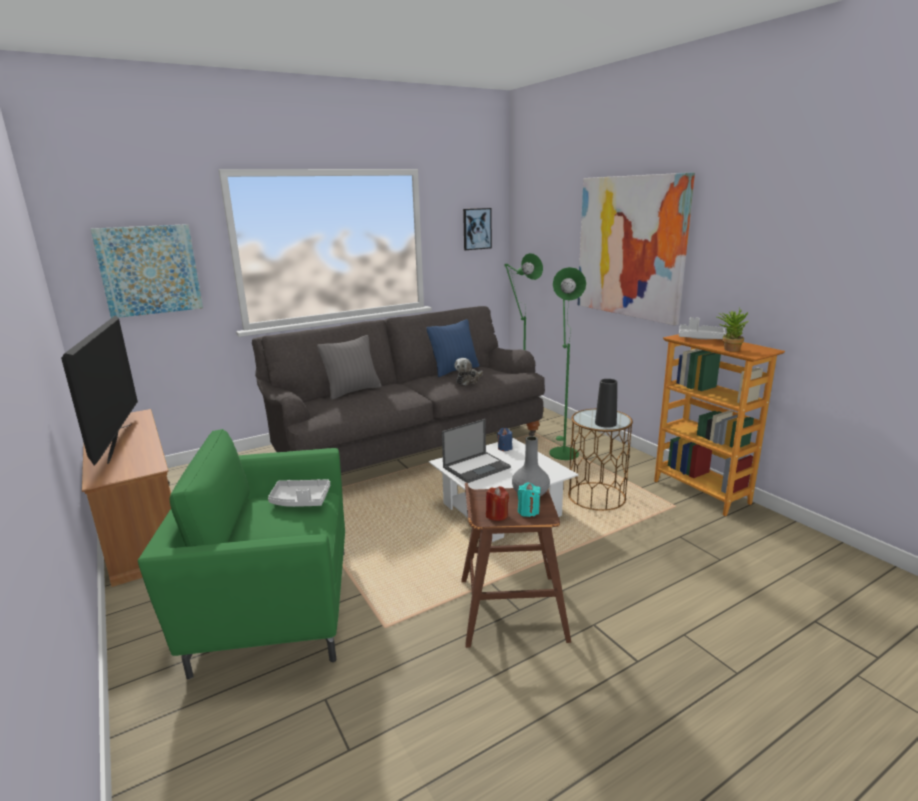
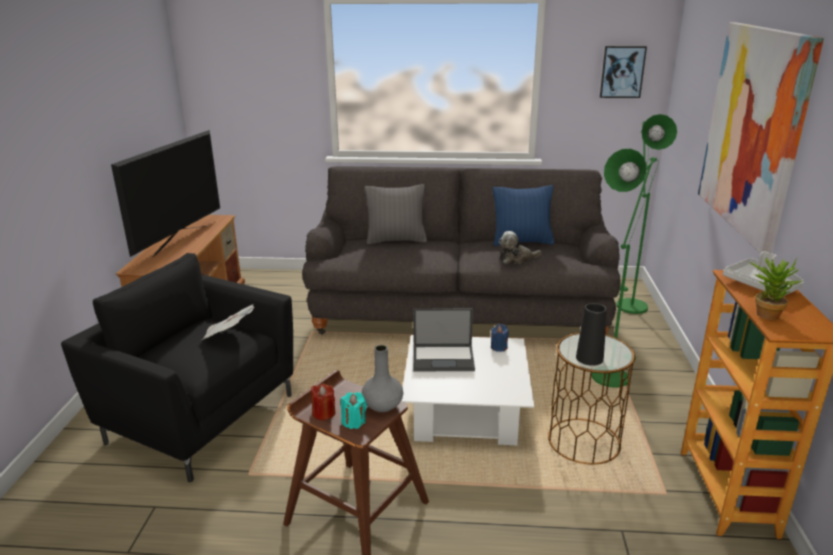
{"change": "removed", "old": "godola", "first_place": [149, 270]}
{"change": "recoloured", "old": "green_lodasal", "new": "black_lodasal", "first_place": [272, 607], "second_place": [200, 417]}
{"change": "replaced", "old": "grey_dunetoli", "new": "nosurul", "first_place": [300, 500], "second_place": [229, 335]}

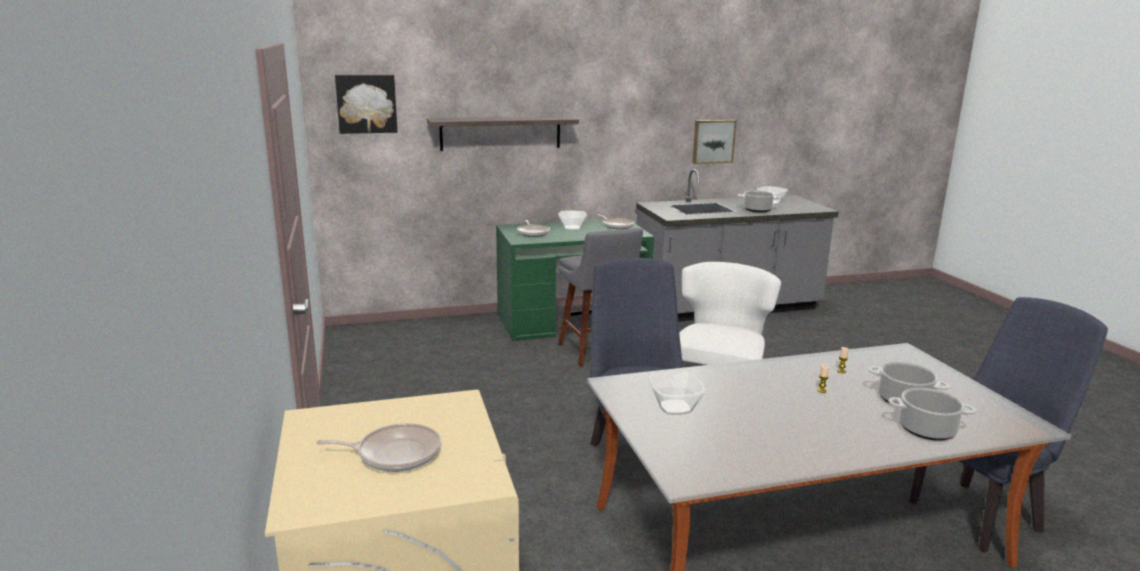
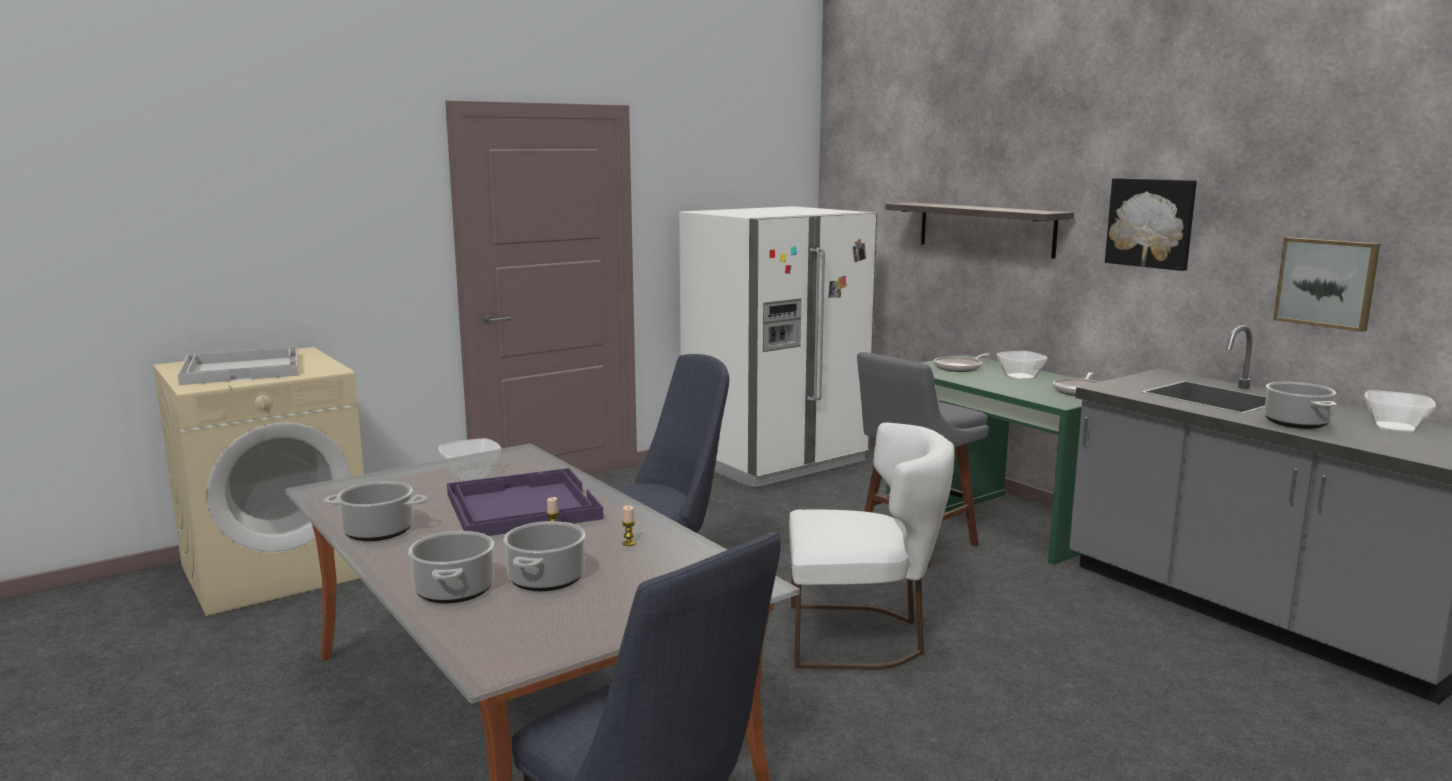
{"change": "replaced", "old": "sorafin", "new": "white_dunetoli", "first_place": [395, 454], "second_place": [243, 369]}
{"change": "moved", "old": "godola", "first_place": [366, 104], "second_place": [1151, 223]}
{"change": "added", "new": "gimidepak", "second_place": [379, 531]}
{"change": "added", "new": "purple_dunetoli", "second_place": [521, 506]}
{"change": "added", "new": "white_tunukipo", "second_place": [774, 460]}

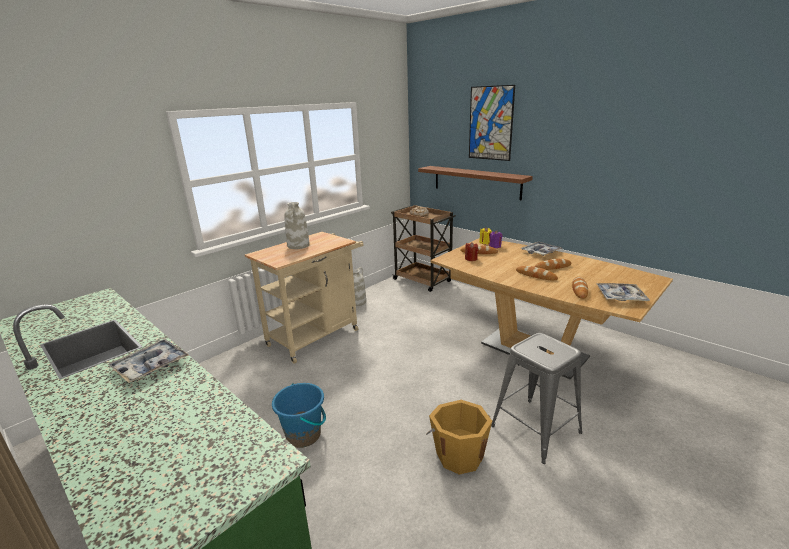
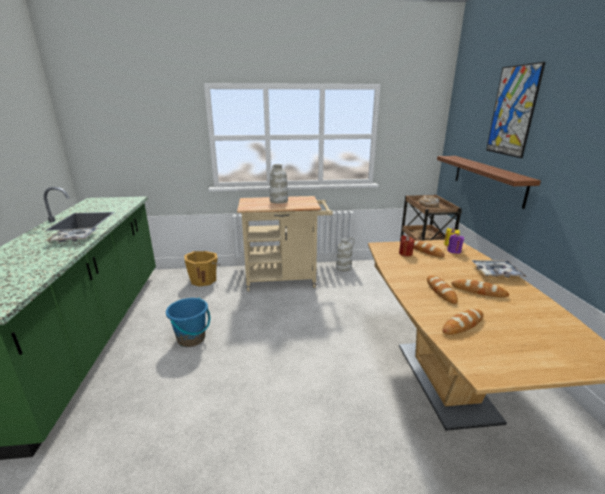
{"change": "moved", "old": "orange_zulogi", "first_place": [459, 455], "second_place": [204, 280]}
{"change": "removed", "old": "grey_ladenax", "first_place": [536, 429]}
{"change": "removed", "old": "dunetoli", "first_place": [620, 296]}

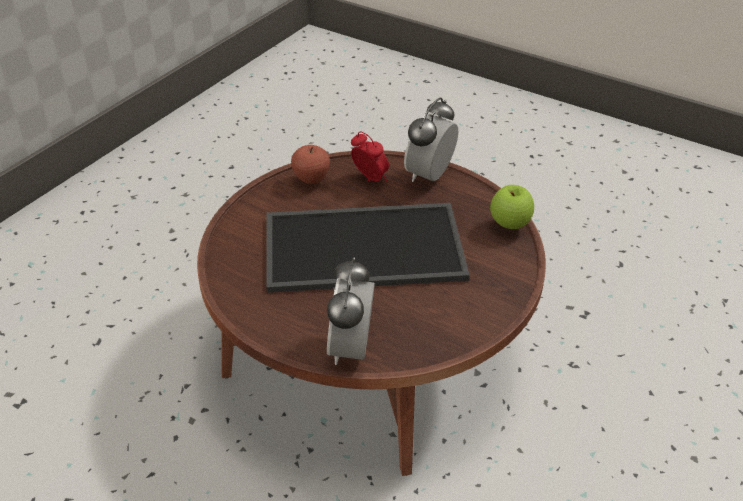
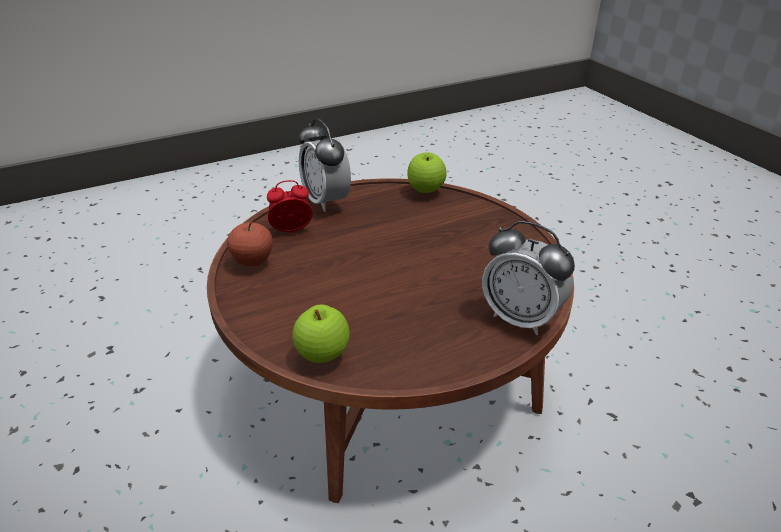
{"change": "removed", "old": "dunetoli", "first_place": [365, 245]}
{"change": "added", "new": "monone", "second_place": [322, 354]}

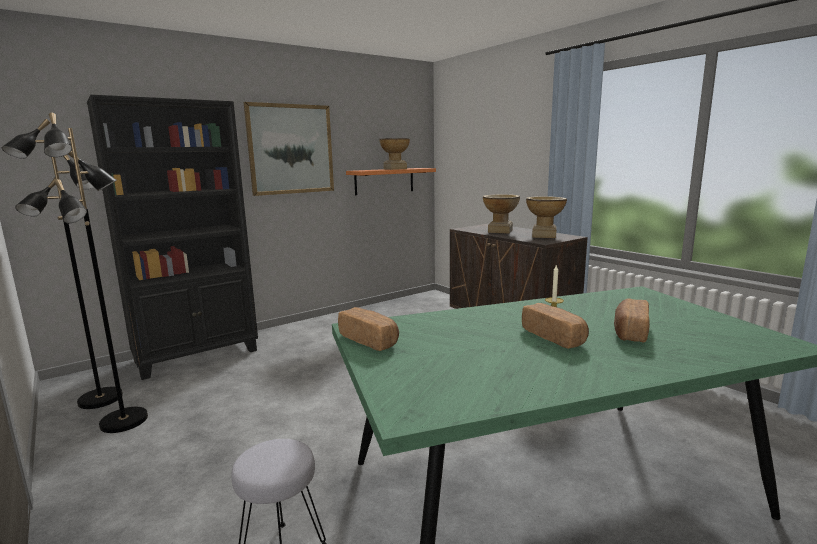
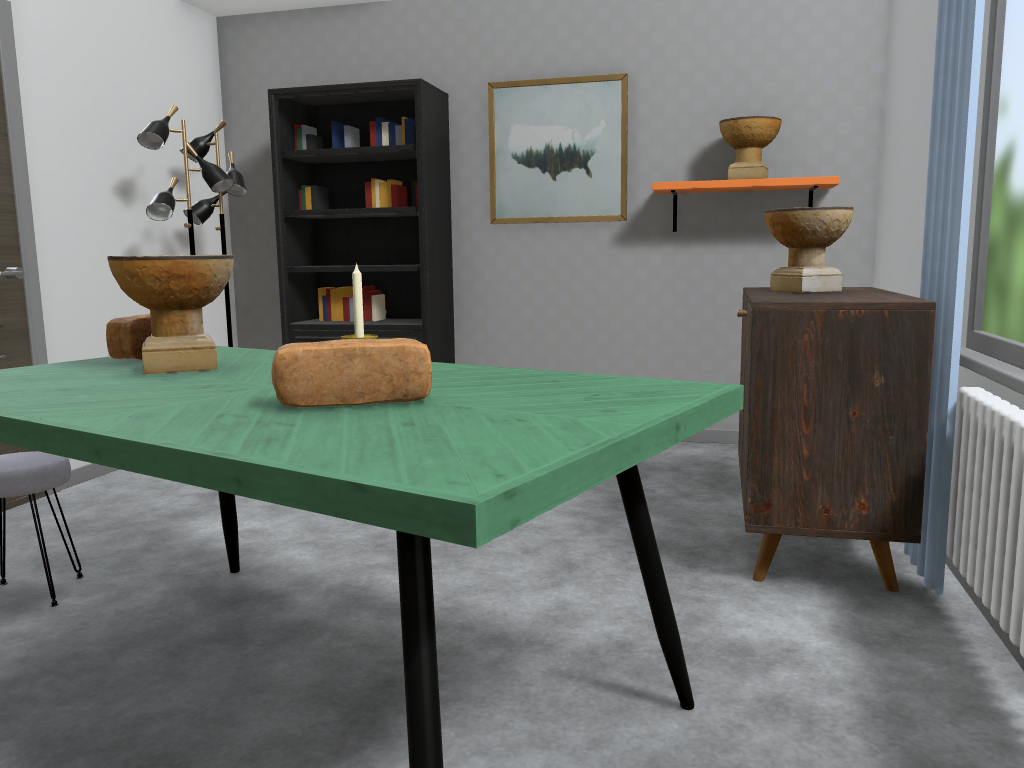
{"change": "removed", "old": "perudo", "first_place": [554, 337]}
{"change": "moved", "old": "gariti", "first_place": [544, 235], "second_place": [181, 367]}

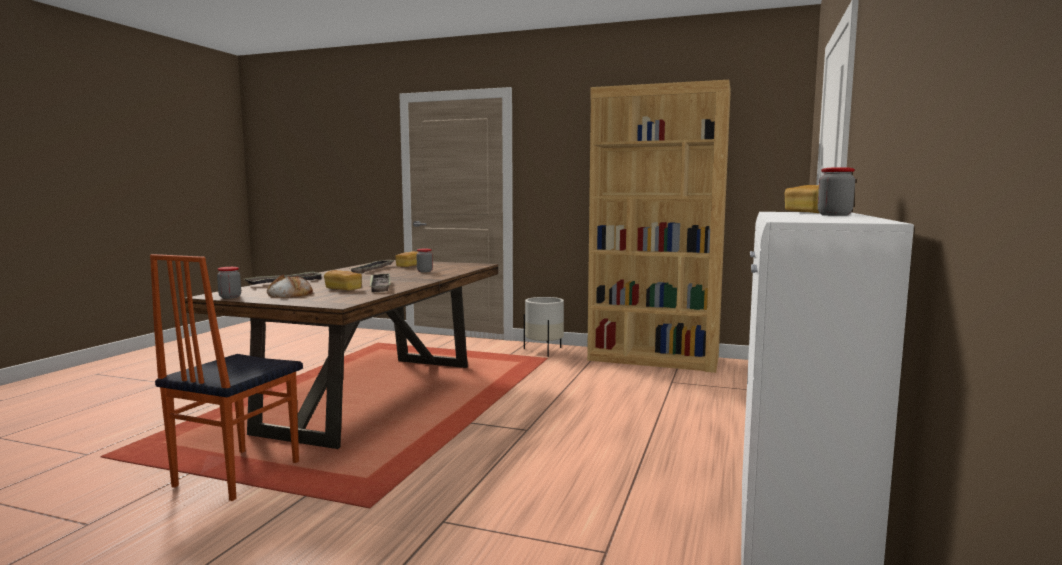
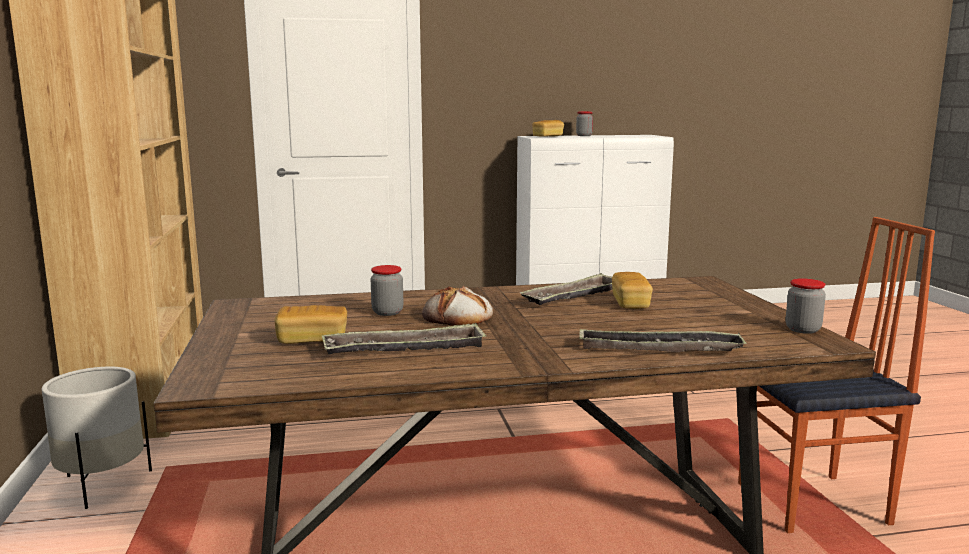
{"change": "moved", "old": "perudo", "first_place": [289, 294], "second_place": [458, 317]}

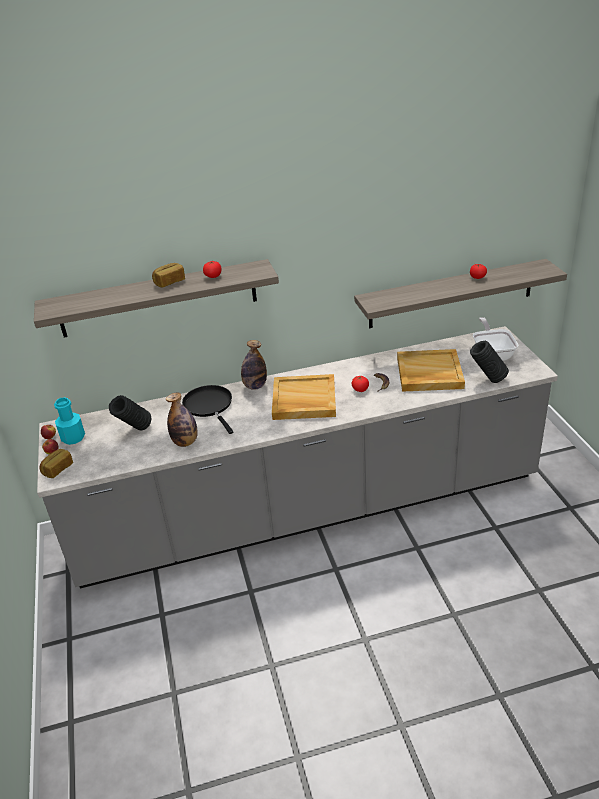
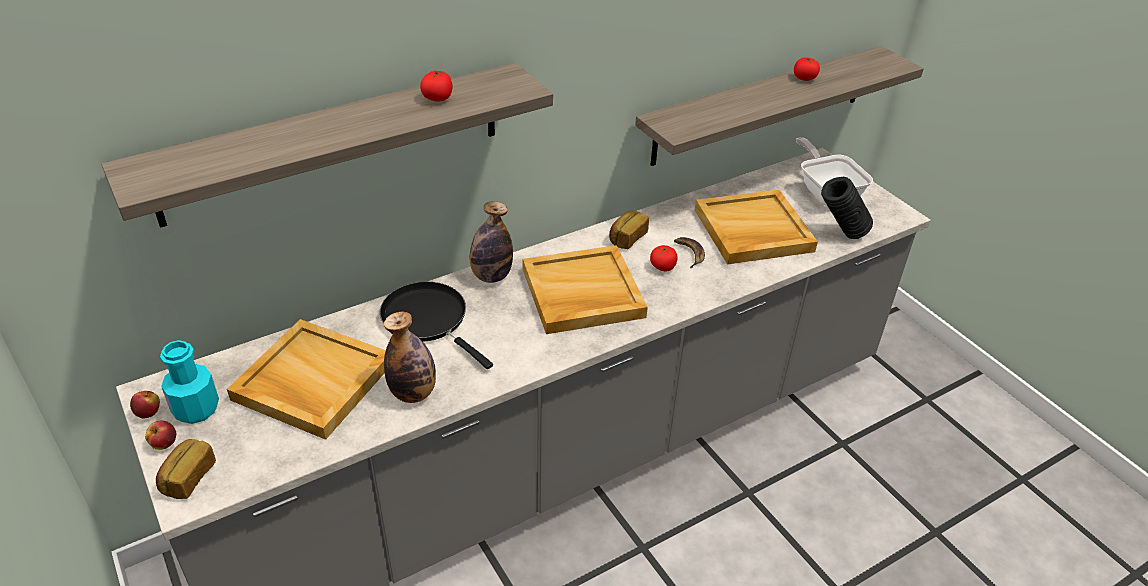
{"change": "replaced", "old": "black_gariti", "new": "beige_dunetoli", "first_place": [135, 431], "second_place": [311, 382]}
{"change": "moved", "old": "perudo", "first_place": [169, 282], "second_place": [627, 238]}

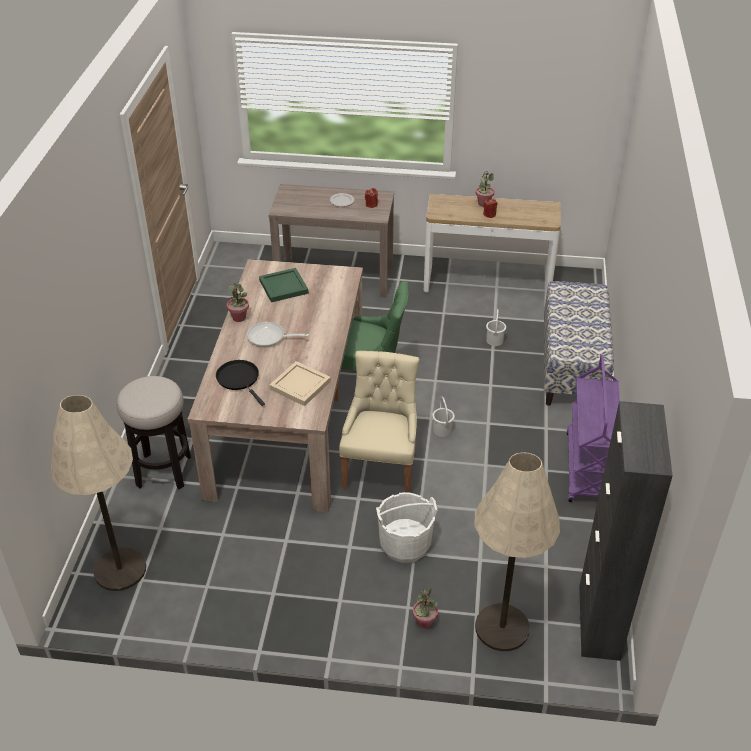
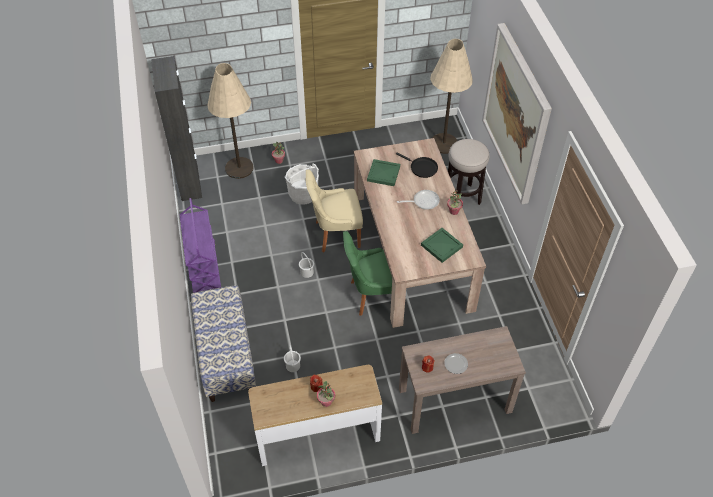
{"change": "recoloured", "old": "beige_dunetoli", "new": "green_dunetoli", "first_place": [299, 385], "second_place": [384, 173]}
{"change": "turned", "old": "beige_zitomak", "first_place": [381, 469], "second_place": [335, 234], "degrees": 90}
{"change": "added", "new": "godola", "second_place": [516, 114]}

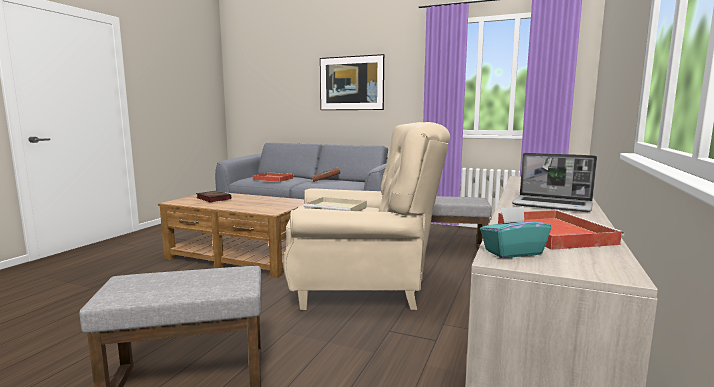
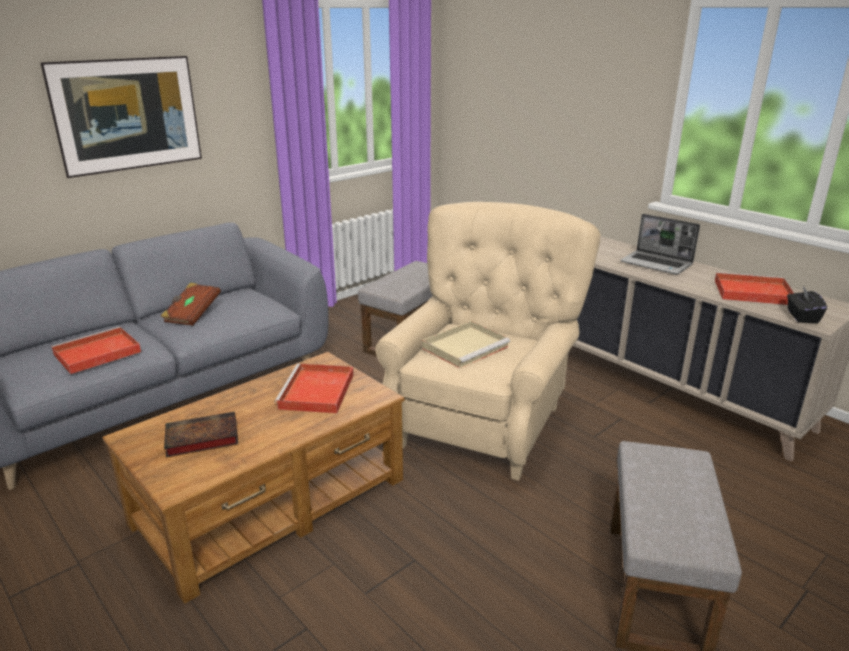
{"change": "recoloured", "old": "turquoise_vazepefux", "new": "black_vazepefux", "first_place": [512, 252], "second_place": [802, 317]}
{"change": "turned", "old": "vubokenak", "first_place": [553, 205], "second_place": [657, 264], "degrees": 75}
{"change": "added", "new": "red_dunetoli", "second_place": [317, 392]}

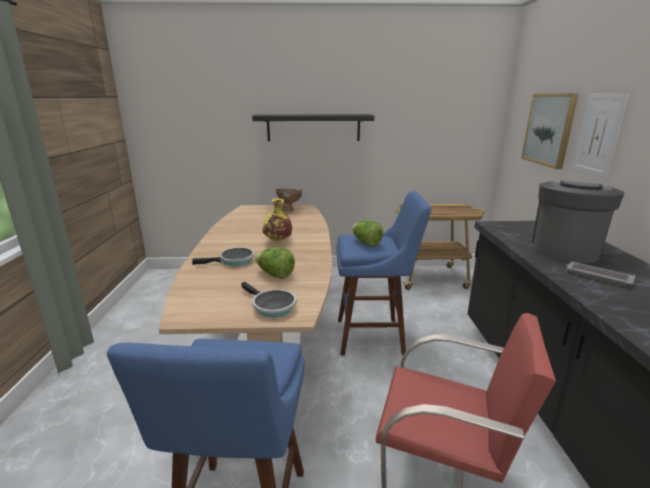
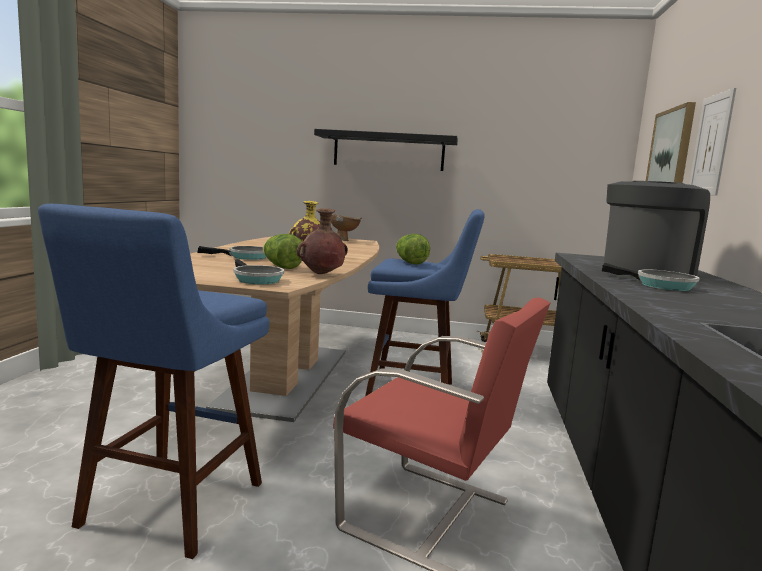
{"change": "replaced", "old": "grey_dunetoli", "new": "sorafin", "first_place": [597, 276], "second_place": [659, 285]}
{"change": "added", "new": "brown_gariti", "second_place": [321, 274]}

